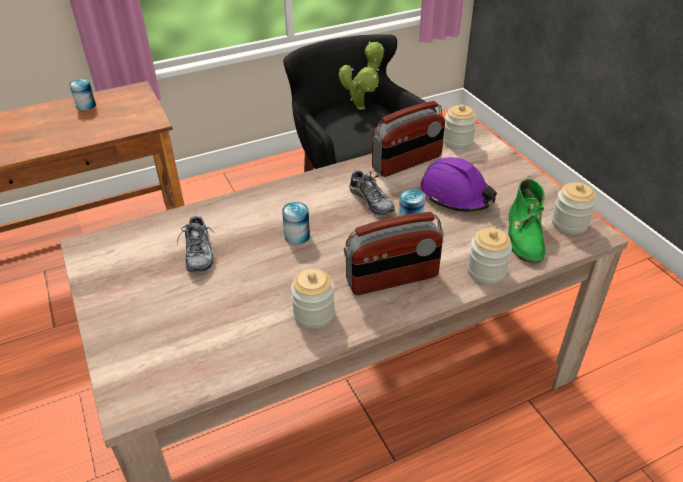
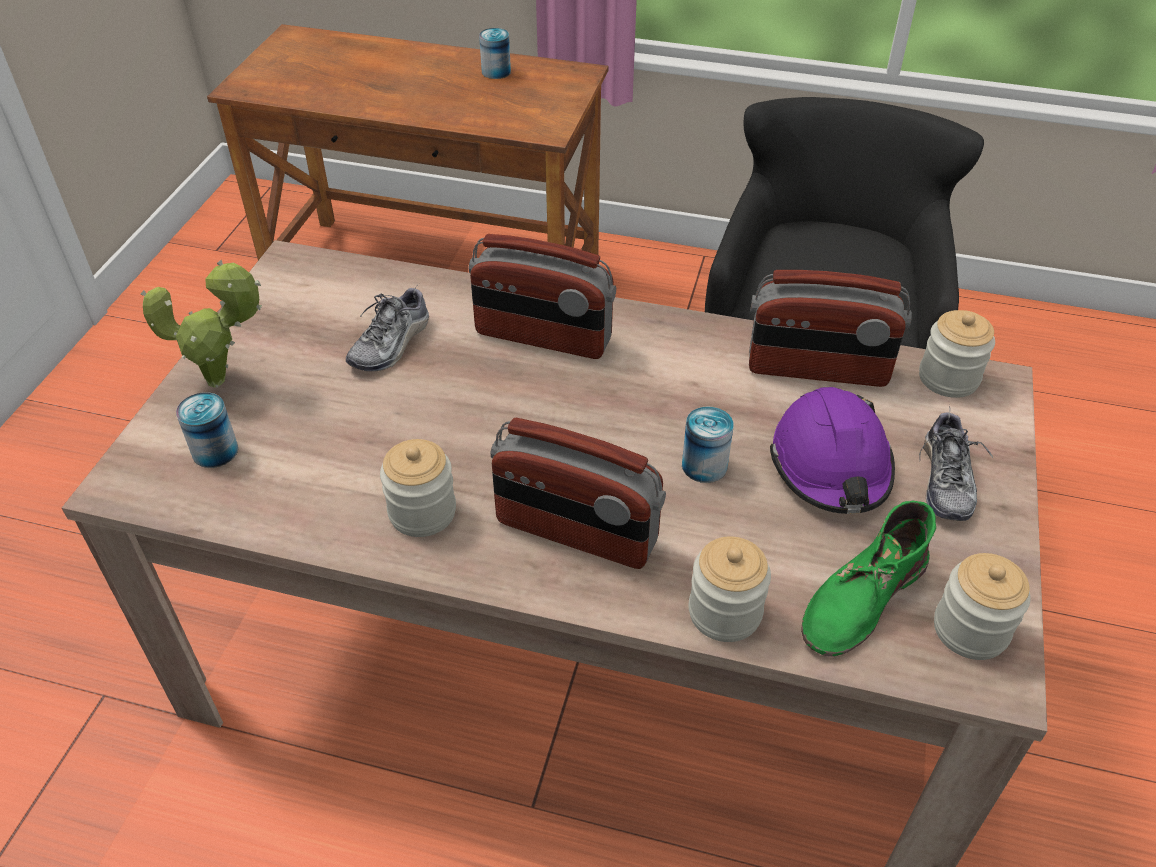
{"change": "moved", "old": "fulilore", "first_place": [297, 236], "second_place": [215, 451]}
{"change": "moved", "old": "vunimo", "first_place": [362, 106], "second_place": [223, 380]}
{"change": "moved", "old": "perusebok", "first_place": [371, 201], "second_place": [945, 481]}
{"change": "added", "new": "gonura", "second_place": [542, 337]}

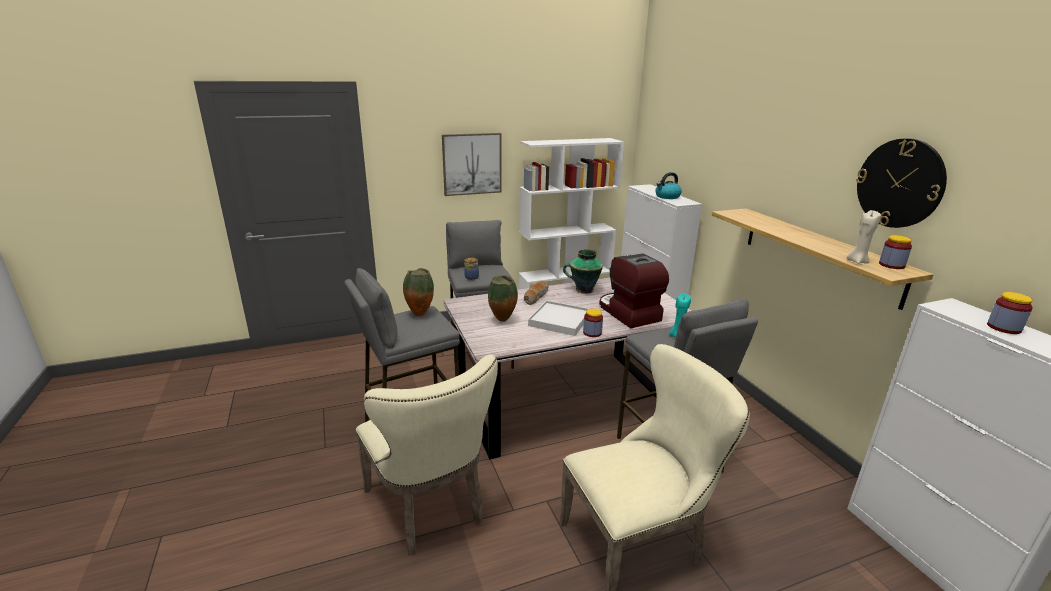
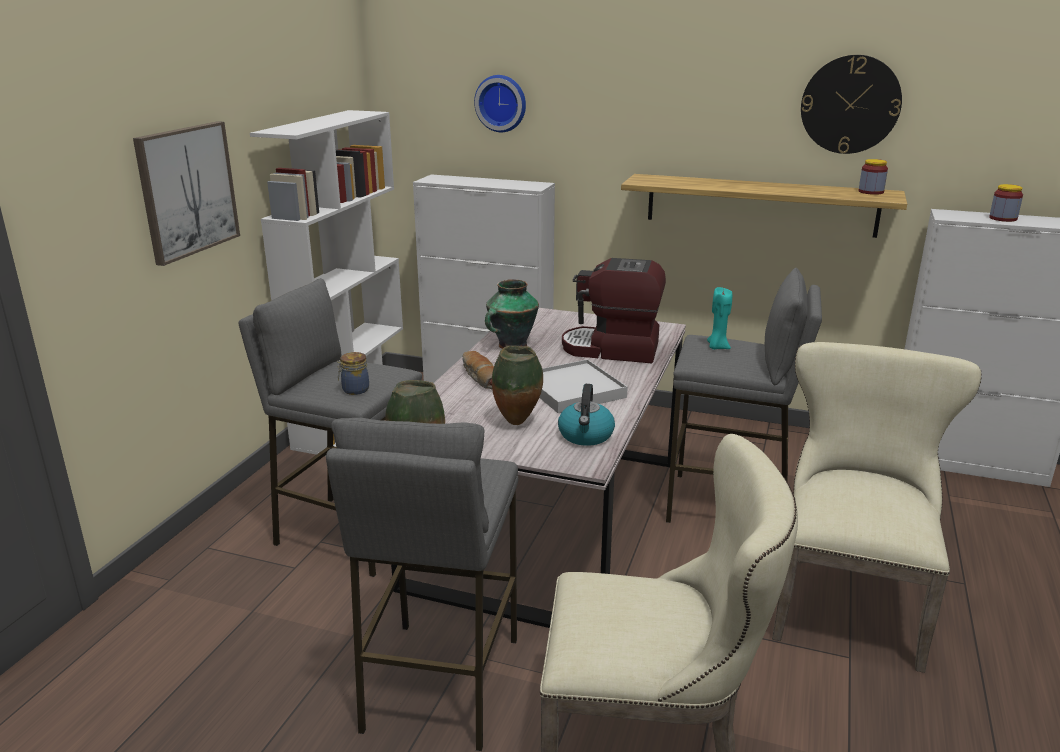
{"change": "removed", "old": "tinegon", "first_place": [592, 333]}
{"change": "moved", "old": "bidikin", "first_place": [667, 197], "second_place": [586, 436]}
{"change": "removed", "old": "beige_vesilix", "first_place": [857, 261]}
{"change": "added", "new": "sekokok", "second_place": [501, 103]}

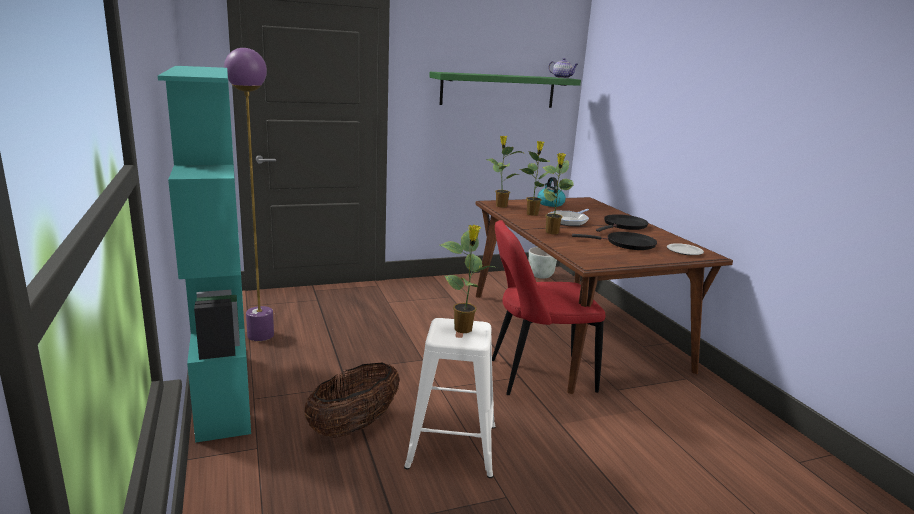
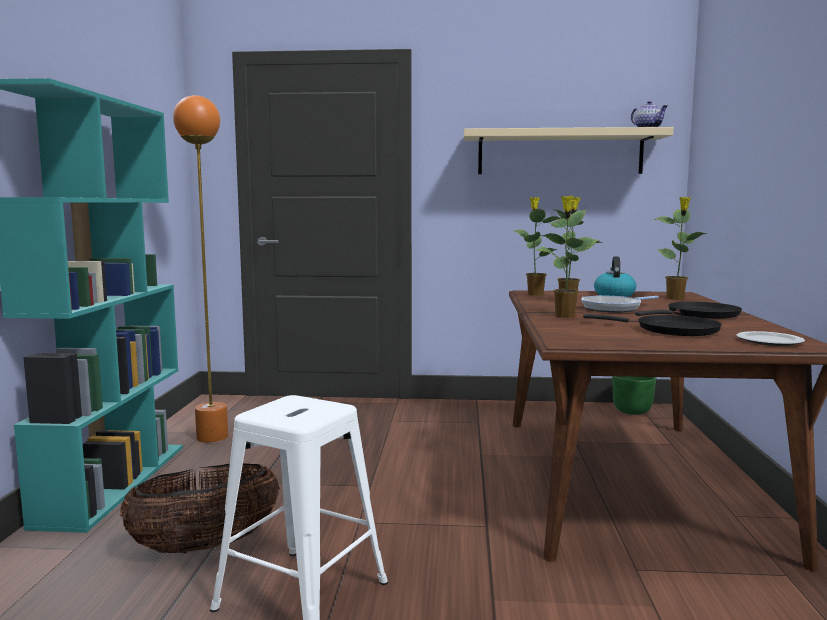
{"change": "recoloured", "old": "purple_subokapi", "new": "orange_subokapi", "first_place": [260, 335], "second_place": [212, 437]}
{"change": "recoloured", "old": "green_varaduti", "new": "beige_varaduti", "first_place": [498, 90], "second_place": [560, 153]}
{"change": "moved", "old": "vunimo", "first_place": [464, 329], "second_place": [676, 298]}
{"change": "removed", "old": "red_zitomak", "first_place": [536, 375]}
{"change": "recoloured", "old": "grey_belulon", "new": "green_belulon", "first_place": [541, 276], "second_place": [632, 412]}

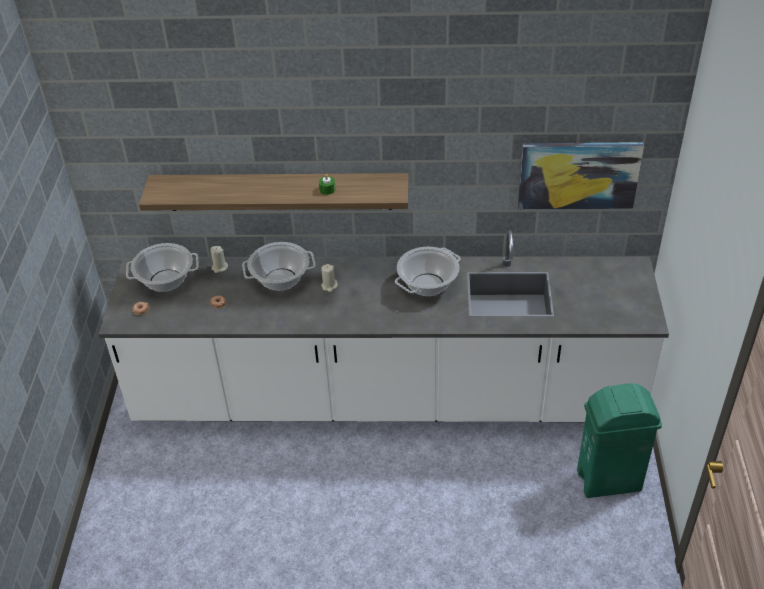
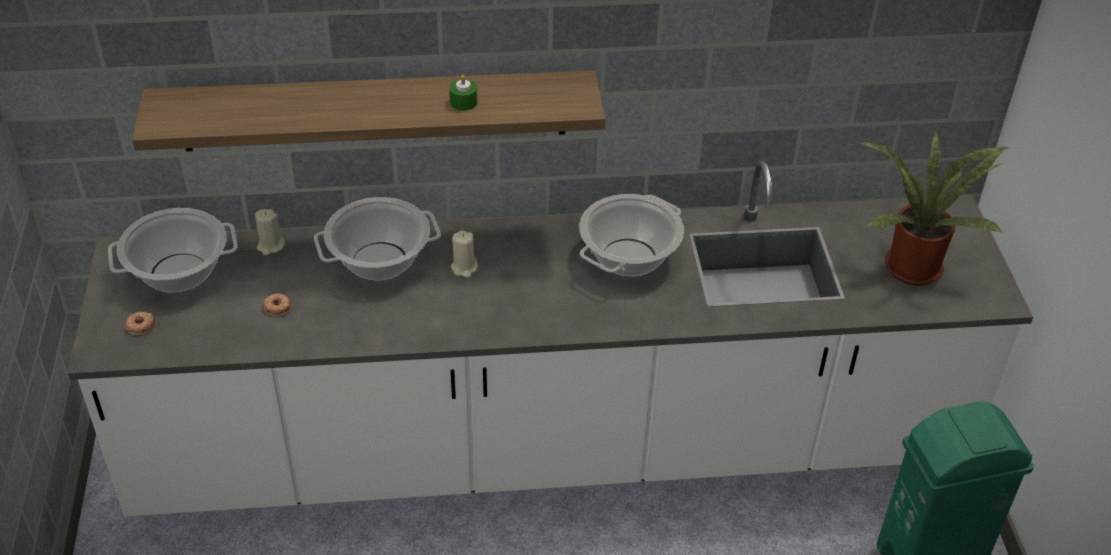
{"change": "removed", "old": "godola", "first_place": [578, 174]}
{"change": "added", "new": "vunimo", "second_place": [914, 264]}

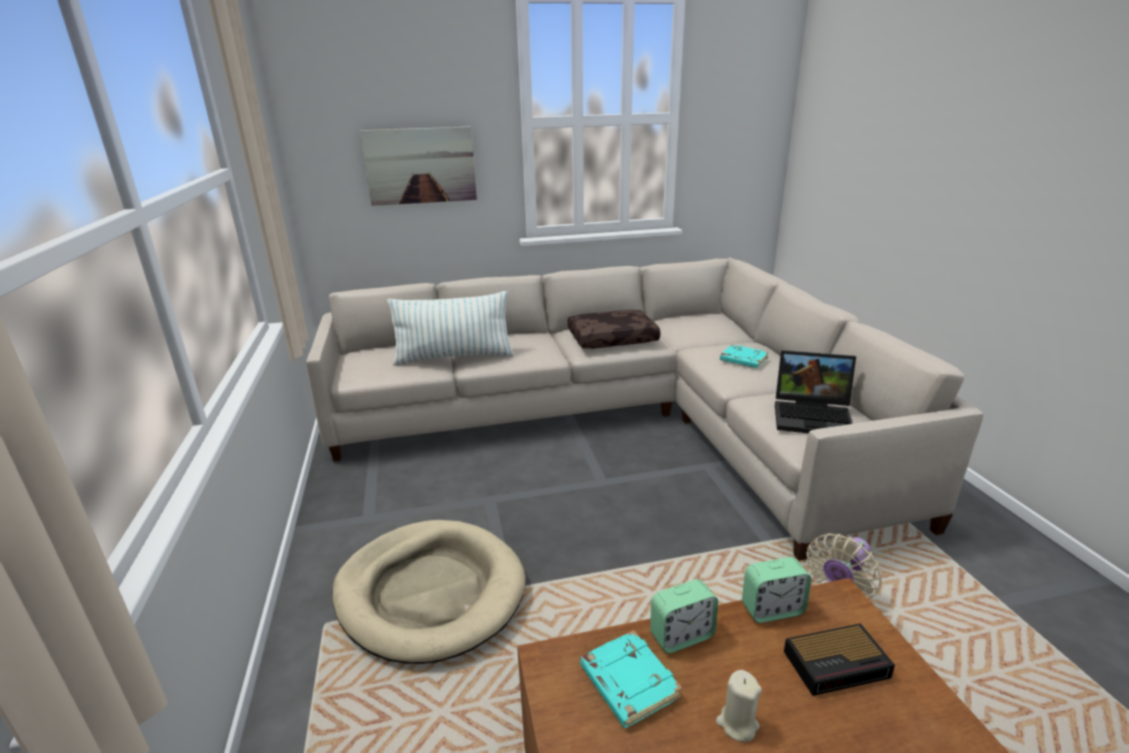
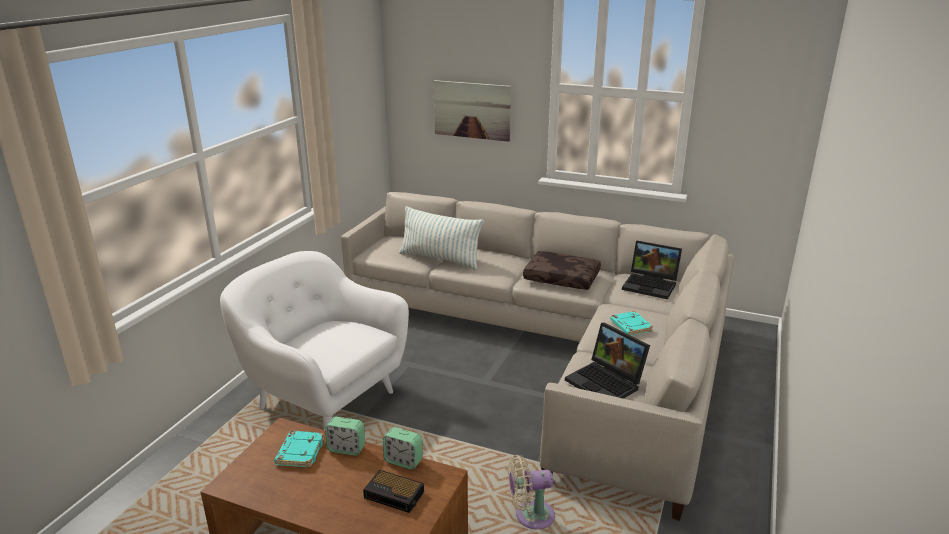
{"change": "replaced", "old": "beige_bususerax", "new": "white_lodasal", "first_place": [430, 592], "second_place": [323, 398]}
{"change": "removed", "old": "beige_vesilix", "first_place": [737, 724]}
{"change": "added", "new": "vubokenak", "second_place": [651, 285]}

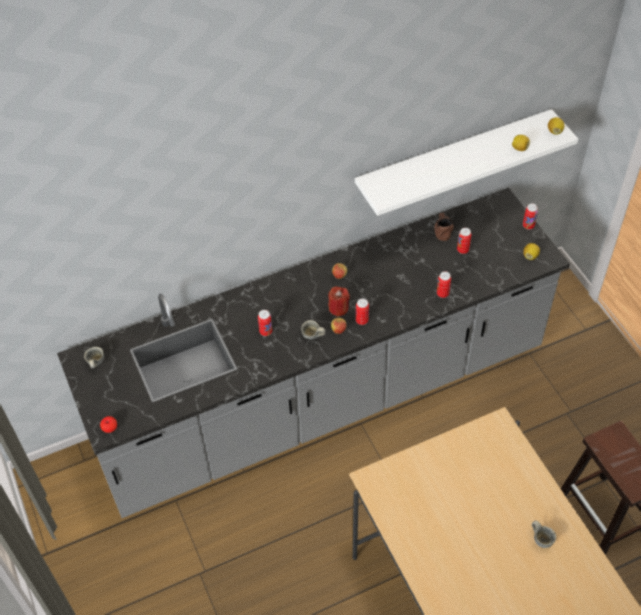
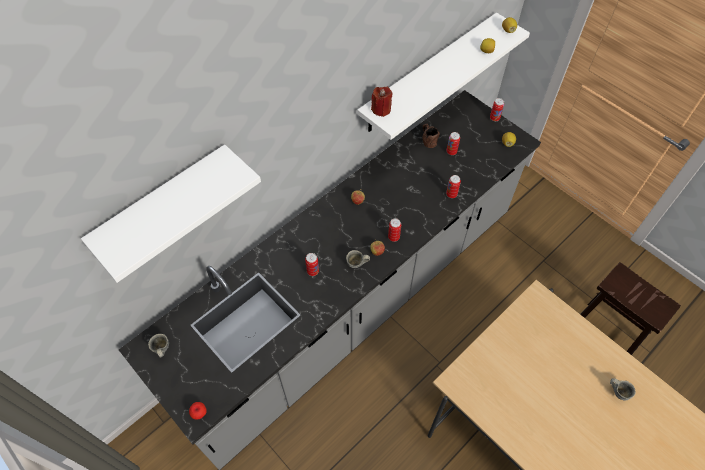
{"change": "moved", "old": "red_vesilix", "first_place": [338, 308], "second_place": [381, 109]}
{"change": "added", "new": "white_varaduti", "second_place": [163, 205]}

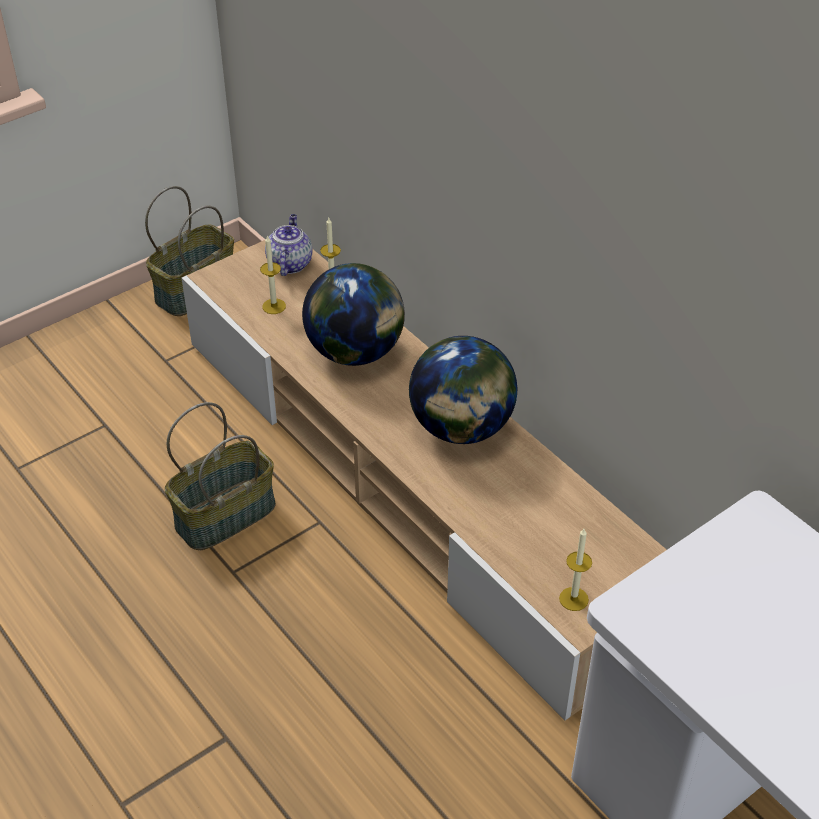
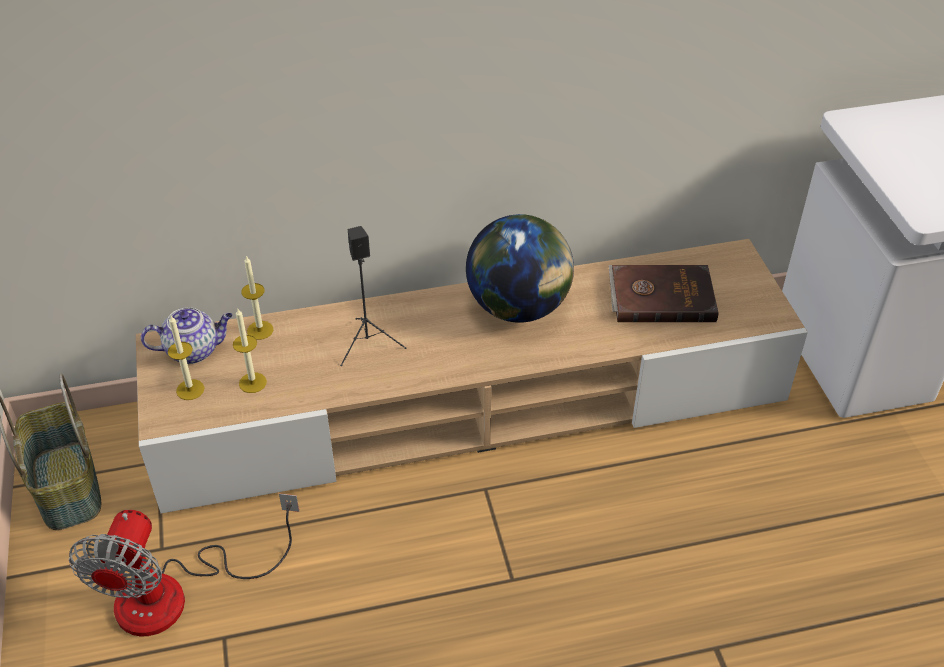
{"change": "removed", "old": "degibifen", "first_place": [225, 514]}
{"change": "turned", "old": "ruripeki", "first_place": [289, 263], "second_place": [194, 350], "degrees": 135}
{"change": "replaced", "old": "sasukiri", "new": "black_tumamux", "first_place": [355, 352], "second_place": [368, 343]}
{"change": "moved", "old": "vesilix", "first_place": [573, 599], "second_place": [190, 389]}
{"change": "added", "new": "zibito", "second_place": [176, 594]}
{"change": "added", "new": "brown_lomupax", "second_place": [661, 296]}

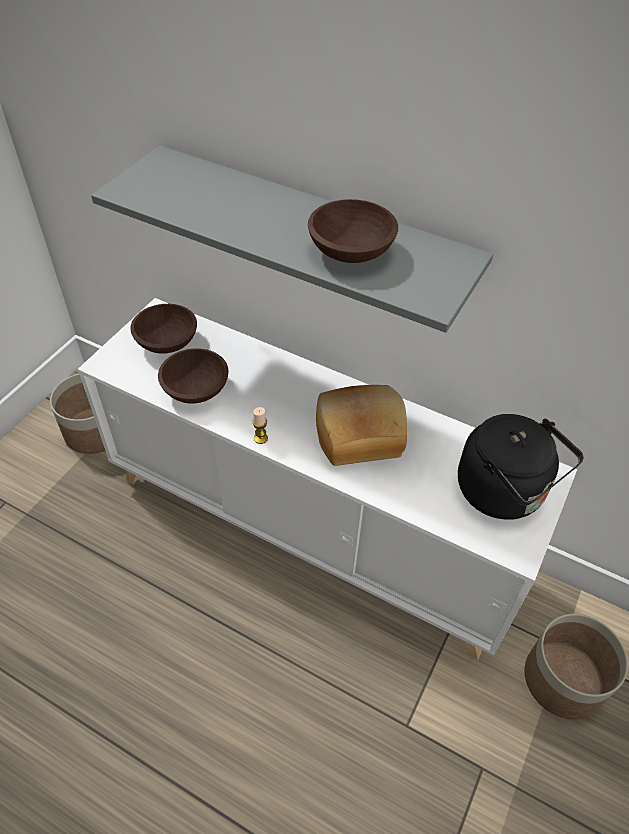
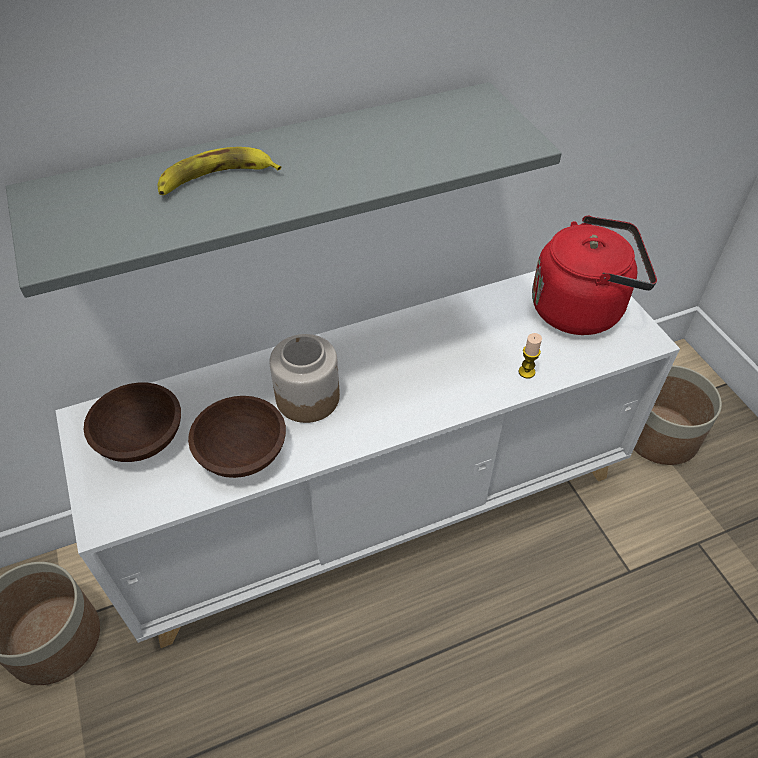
{"change": "moved", "old": "vesilix", "first_place": [260, 438], "second_place": [526, 372]}
{"change": "removed", "old": "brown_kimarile", "first_place": [350, 250]}
{"change": "removed", "old": "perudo", "first_place": [358, 434]}
{"change": "recoloured", "old": "black_bidikin", "new": "red_bidikin", "first_place": [505, 493], "second_place": [582, 309]}
{"change": "added", "new": "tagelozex", "second_place": [216, 179]}
{"change": "added", "new": "tinegon", "second_place": [307, 397]}

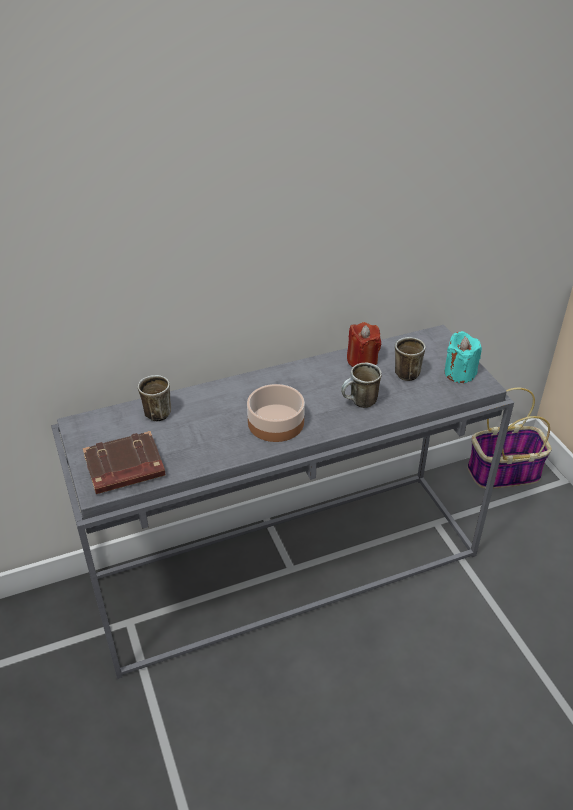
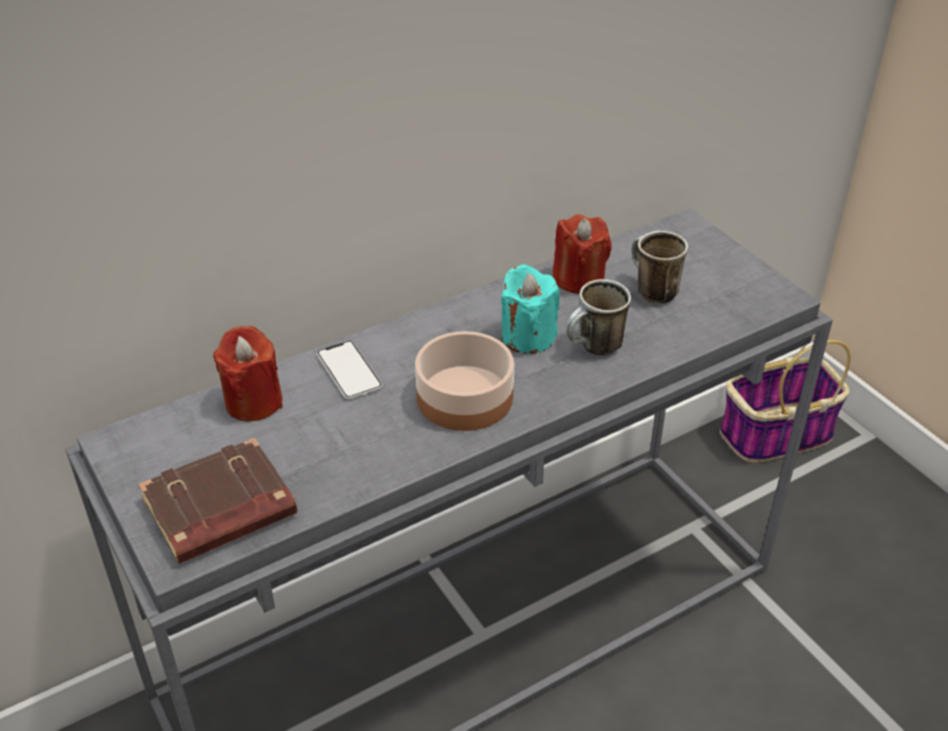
{"change": "replaced", "old": "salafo", "new": "red_vesilix", "first_place": [156, 411], "second_place": [253, 402]}
{"change": "moved", "old": "turquoise_vesilix", "first_place": [459, 373], "second_place": [528, 337]}
{"change": "added", "new": "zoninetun", "second_place": [349, 371]}

